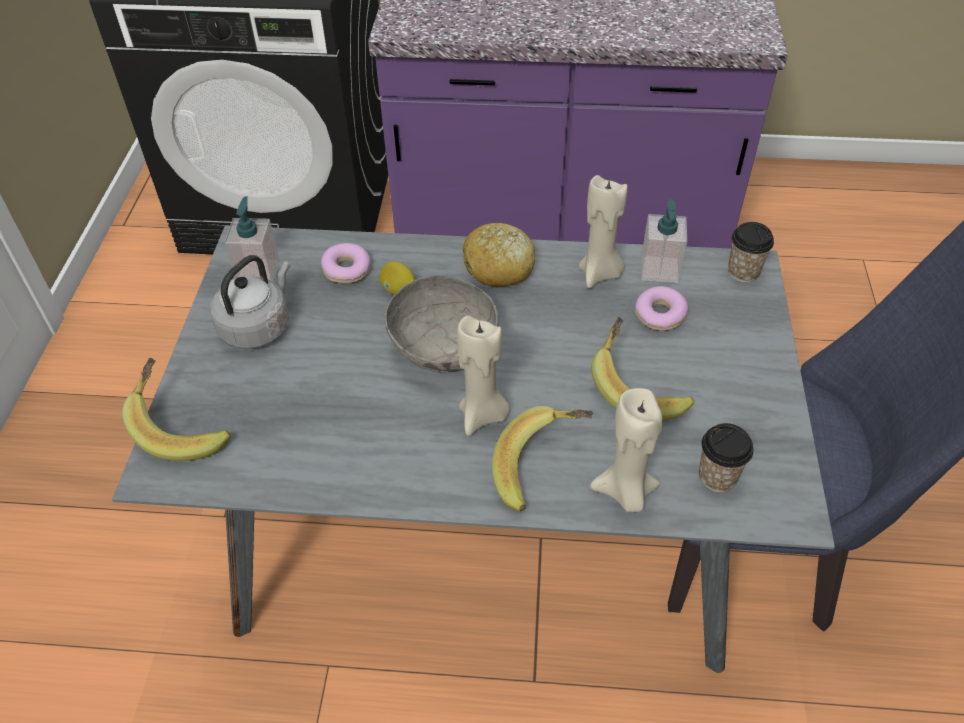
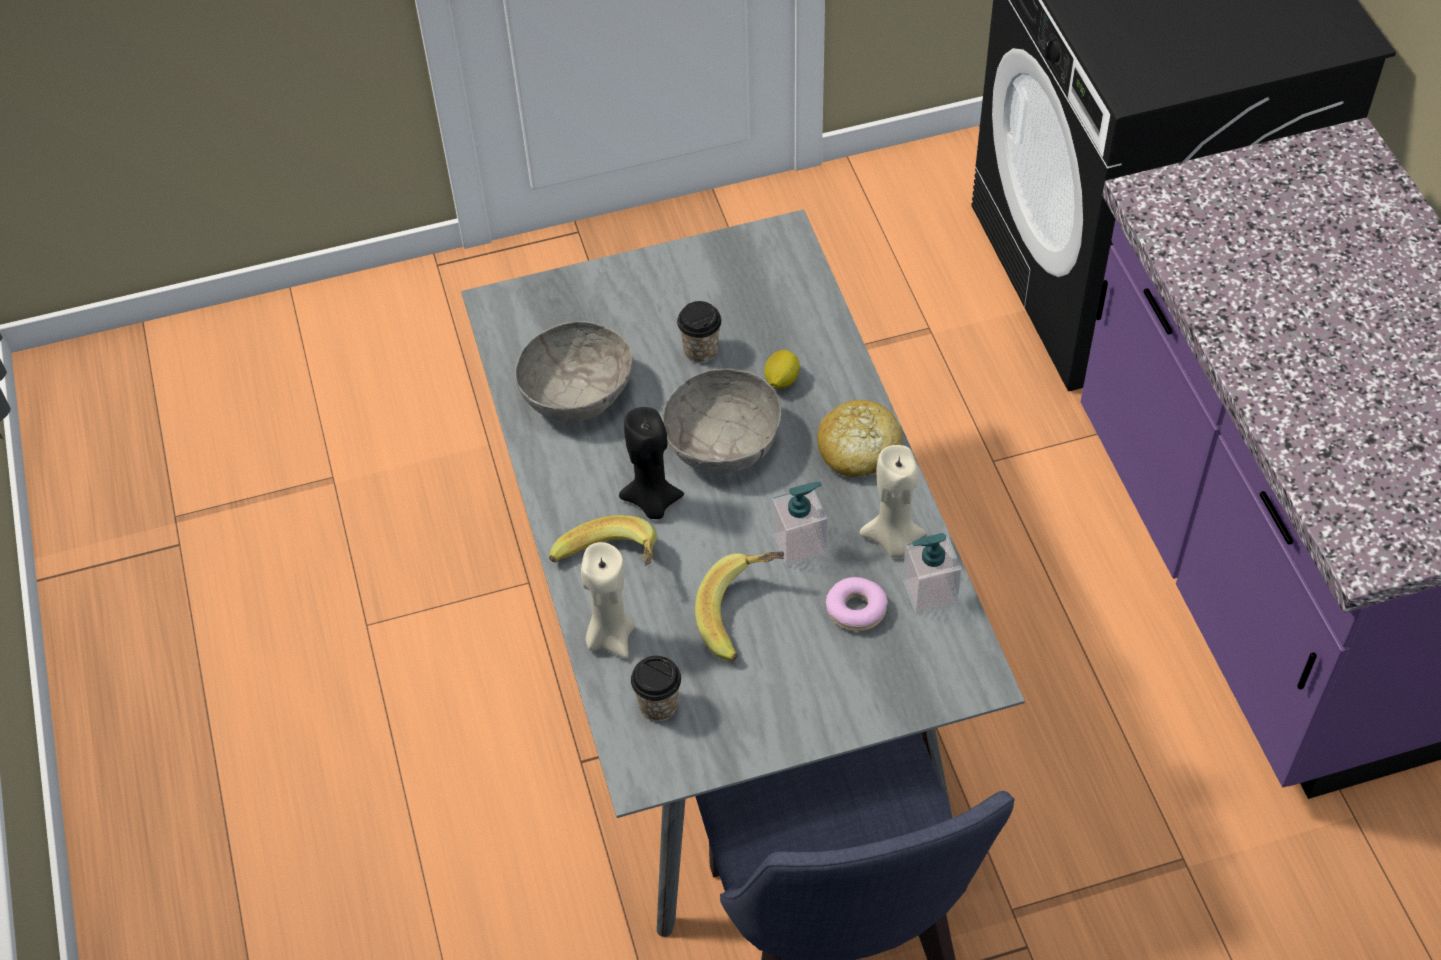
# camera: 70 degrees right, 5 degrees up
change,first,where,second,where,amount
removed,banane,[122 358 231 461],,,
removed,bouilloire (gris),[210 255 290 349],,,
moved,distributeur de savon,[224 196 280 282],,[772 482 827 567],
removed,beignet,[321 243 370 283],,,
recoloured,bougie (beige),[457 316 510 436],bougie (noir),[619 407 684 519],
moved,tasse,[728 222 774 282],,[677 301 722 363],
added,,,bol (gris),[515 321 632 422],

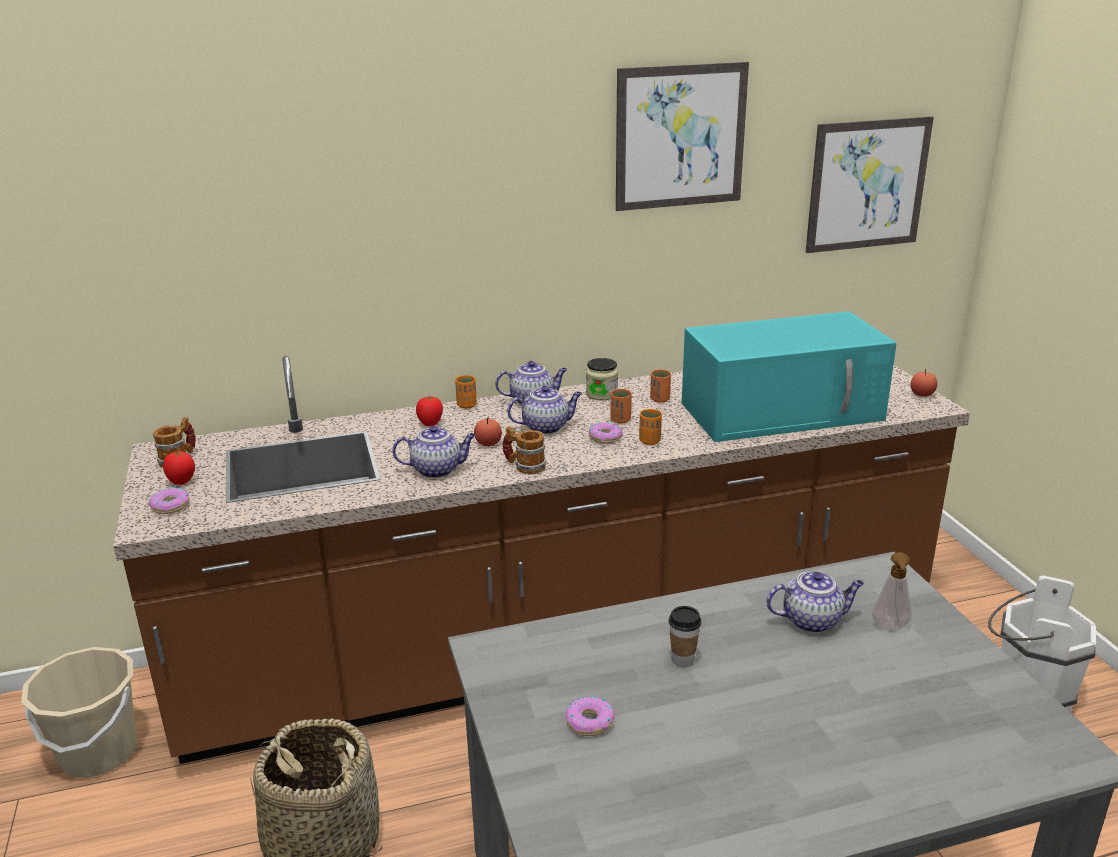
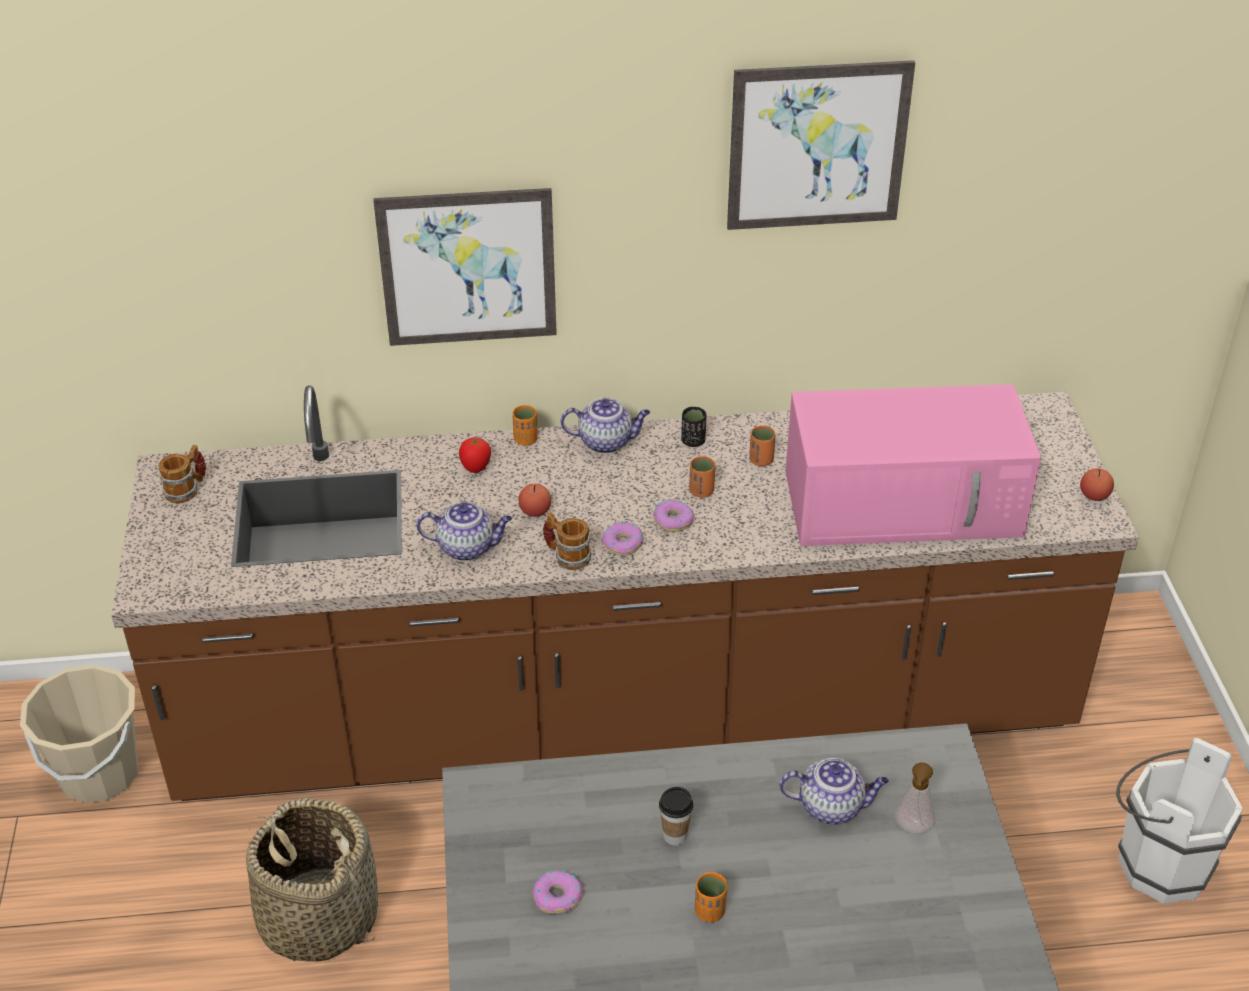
# camera: 10 degrees right, 15 degrees up
change,first,where,second,where,amount
moved,beignet,[149 487 190 514],,[602 521 643 555],
removed,tomate,[163 451 195 485],,,
removed,théière,[507 386 582 434],,,
replaced,bocal,[586 358 618 401],tasse (noir),[681 407 707 447],
moved,tasse (orange),[639 409 662 445],,[695 872 727 922],
recoloured,micro-ondes (turquoise),[682 311 897 442],micro-ondes (rose),[785 384 1041 546],
moved,tableau,[806 116 934 253],,[373 188 557 346],

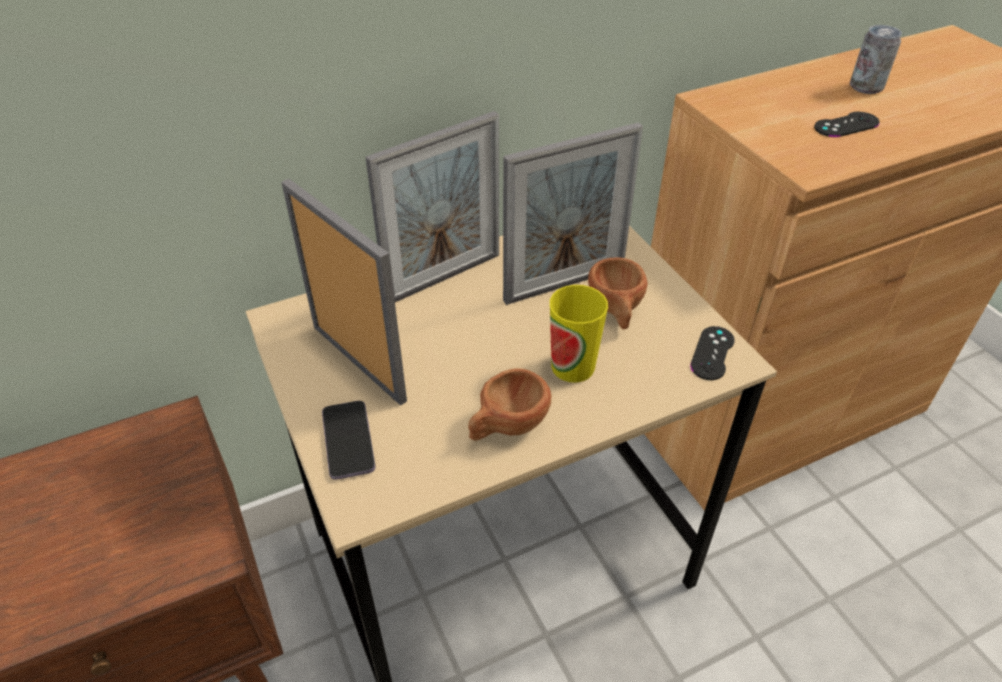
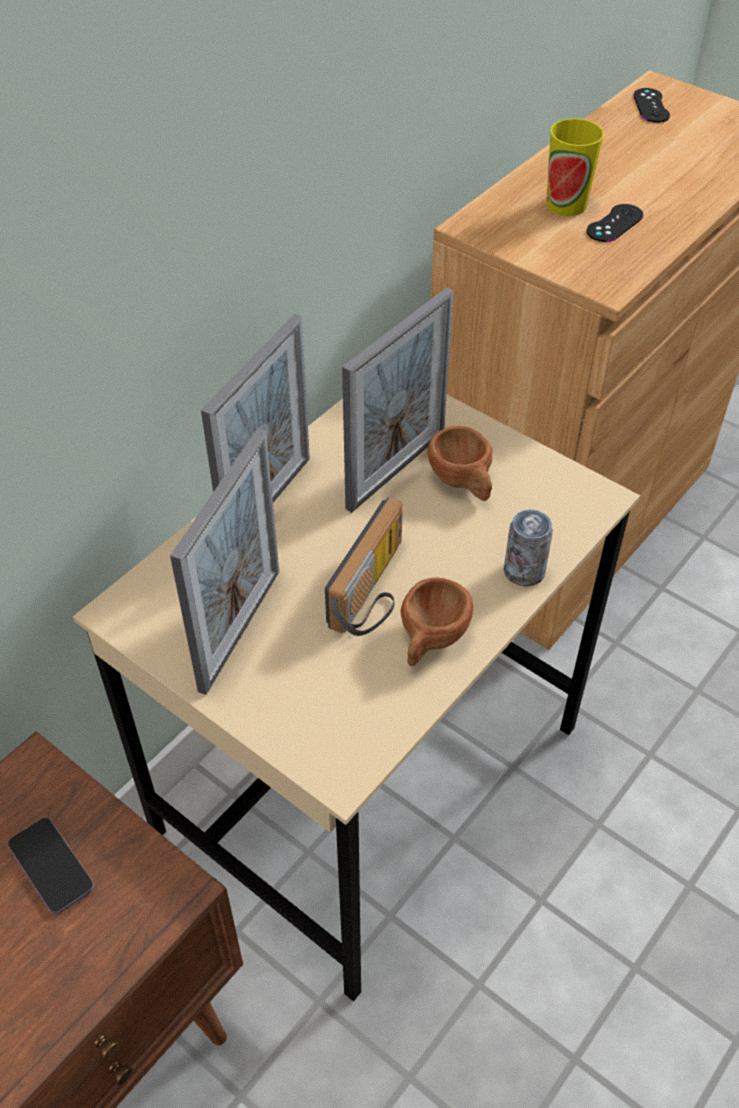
# camera: 25 degrees left, 5 degrees up
change,first,where,second,where,amount
turned,cadre photo,[281 179 407 406],,[170 428 279 695],90 degrees clockwise
moved,téléphone,[322 401 376 480],,[8 817 94 914],
moved,tasse,[550 285 608 383],,[546 118 604 216],
moved,manette (noir),[690 326 735 380],,[633 88 670 123],
moved,boîte métallique,[850 25 902 94],,[504 509 553 587],
added,,,radio,[325 497 403 636],

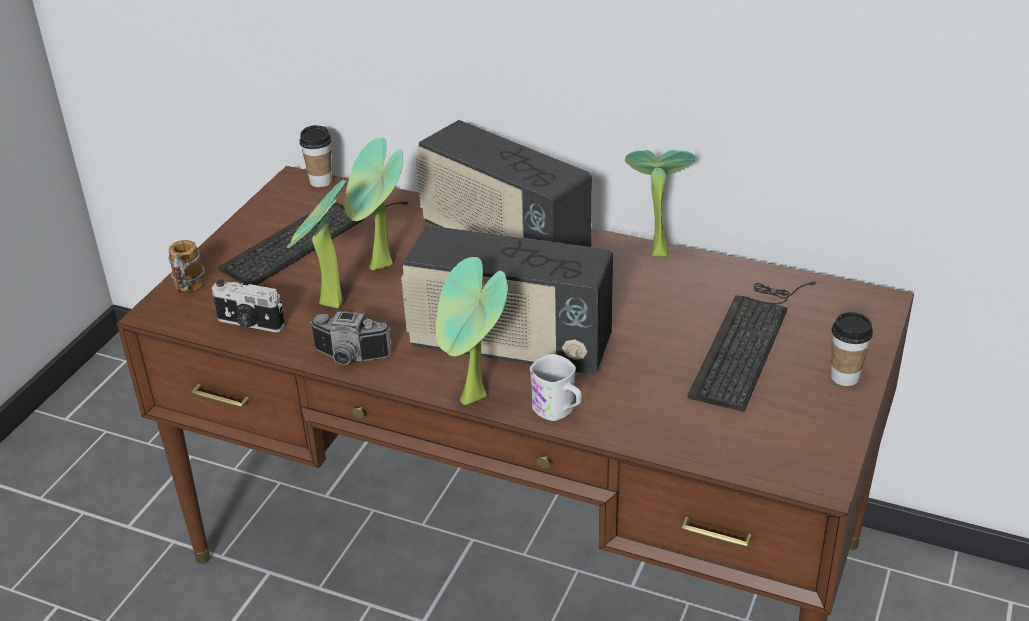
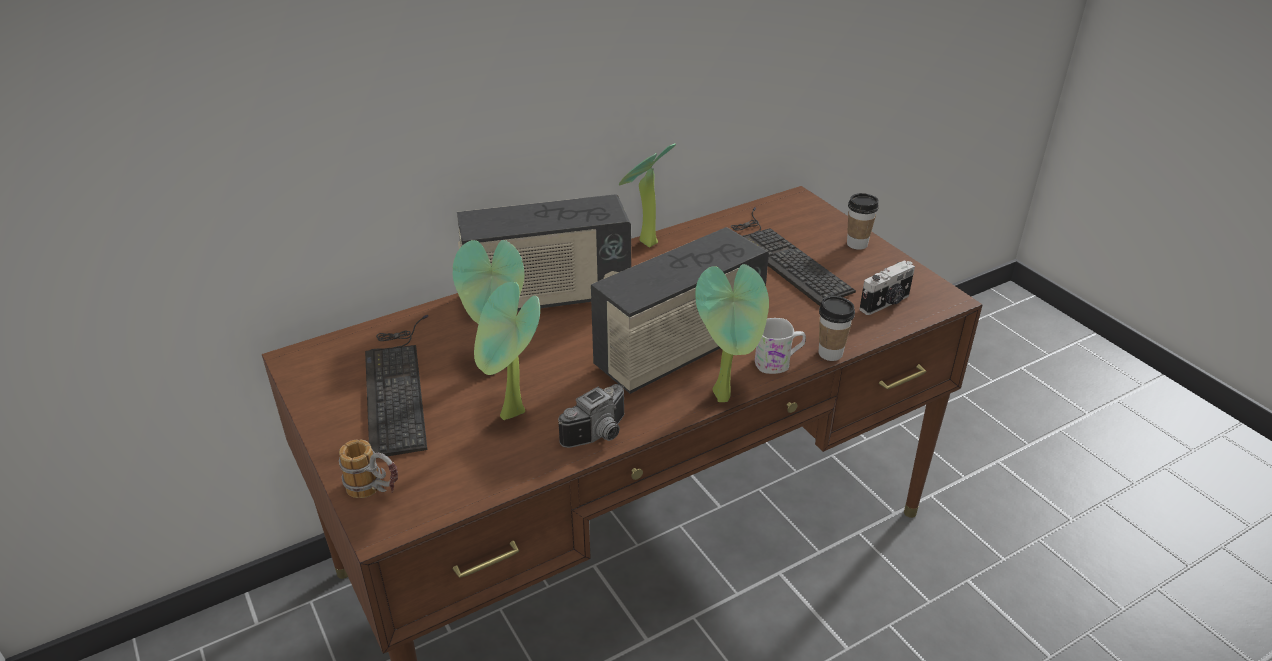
# camera: 55 degrees left, 0 degrees up
change,first,where,second,where,amount
moved,appareil photo,[212 280 285 333],,[859 260 915 315],
moved,tasse,[300 125 332 187],,[819 296 855 361],

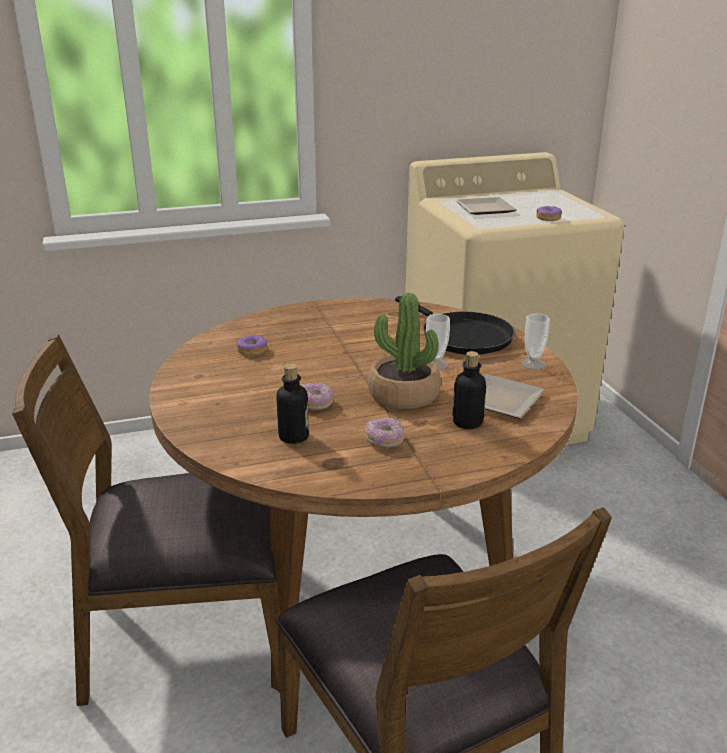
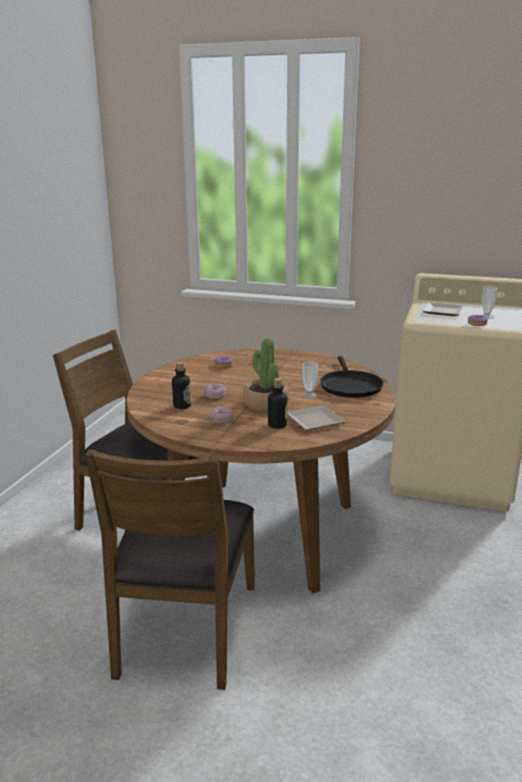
# camera: 35 degrees right, 5 degrees down
change,first,where,second,where,amount
moved,tasse,[521 314 550 369],,[482 286 497 319],

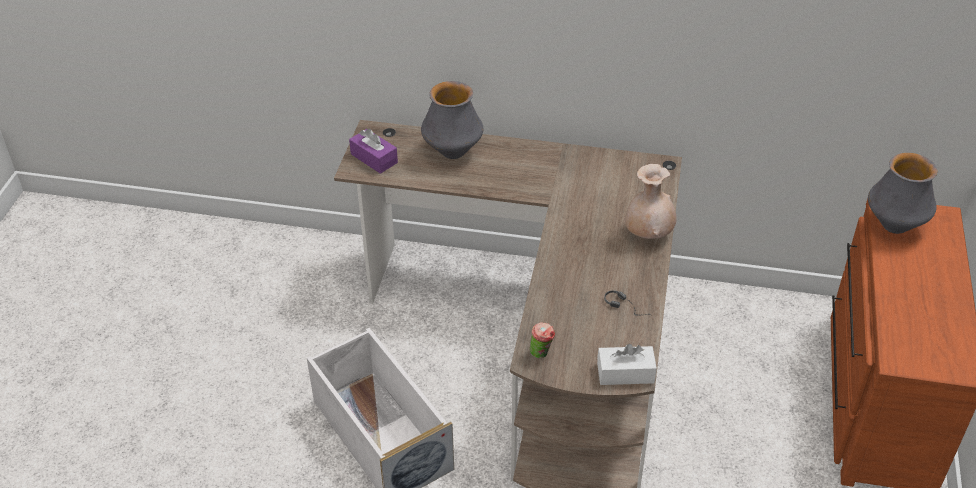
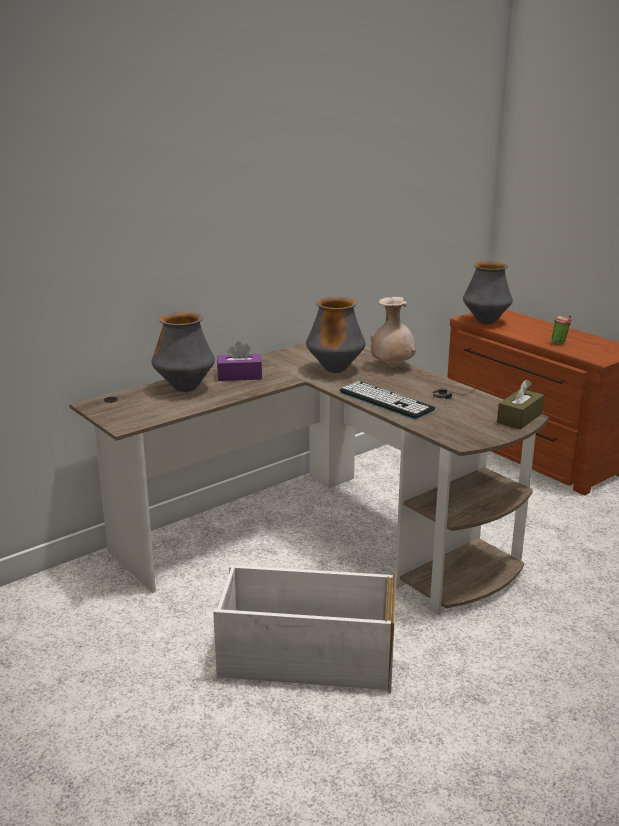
# camera: 50 degrees left, 20 degrees down
change,first,where,second,where,amount
moved,boîte à mouchoirs (violet),[349 128 398 174],,[217 341 262 381],
moved,tasse,[530 322 555 359],,[551 315 572 344],
recoloured,boîte à mouchoirs (blanc),[597 344 657 385],boîte à mouchoirs (marron),[497 380 544 429],
added,,,vase,[306 297 366 373],
added,,,clavier,[339 381 435 419],

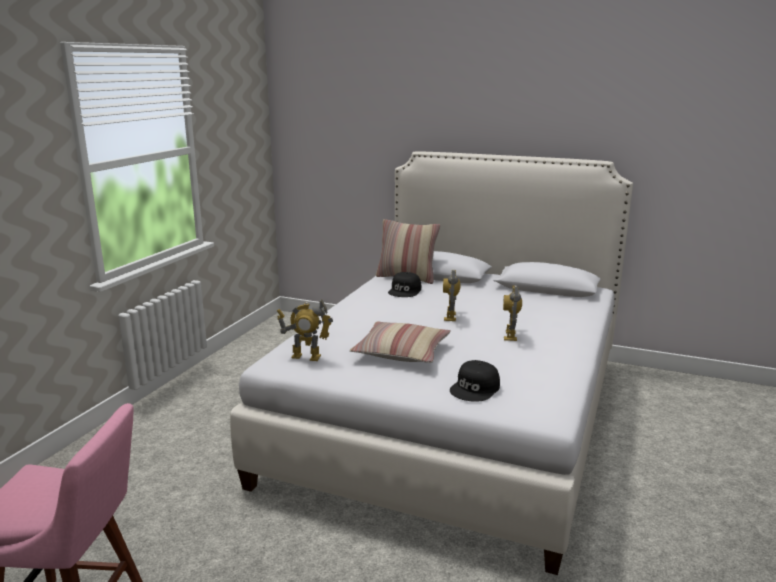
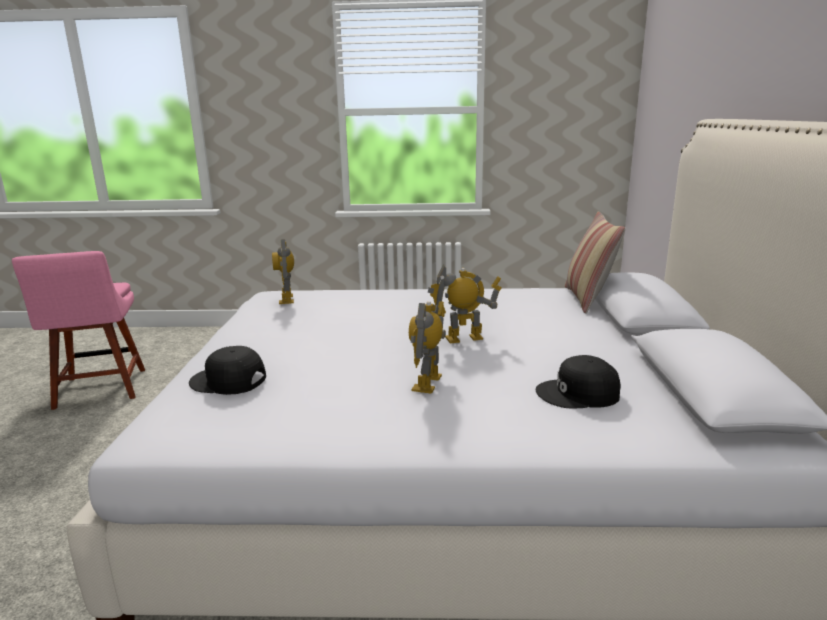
# camera: 70 degrees right, 0 degrees up
change,first,where,second,where,amount
removed,coussin,[350 321 451 363],,,
moved,casquette (noir),[388 272 421 297],,[536 355 620 409],
turned,robot jouet,[503 285 522 341],,[409 301 446 394],60 degrees counterclockwise

